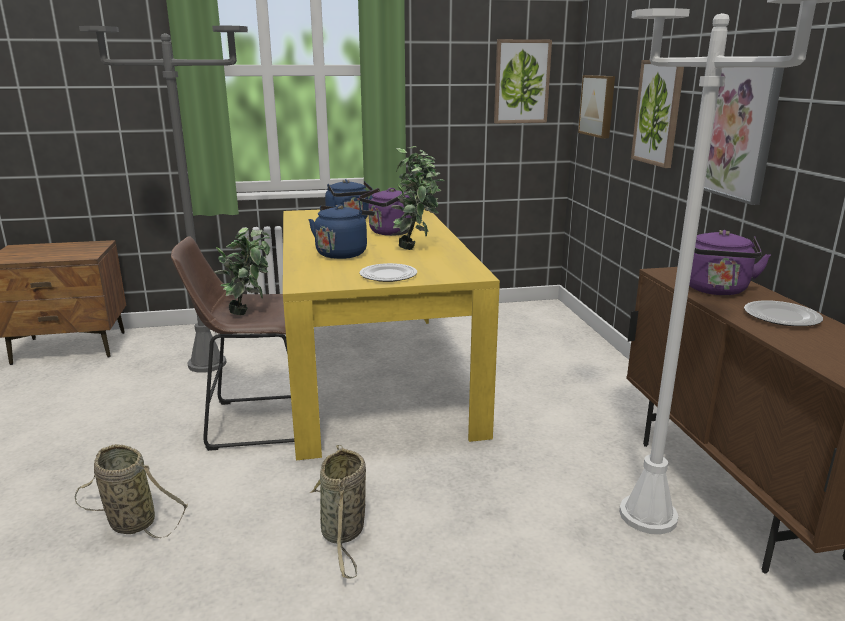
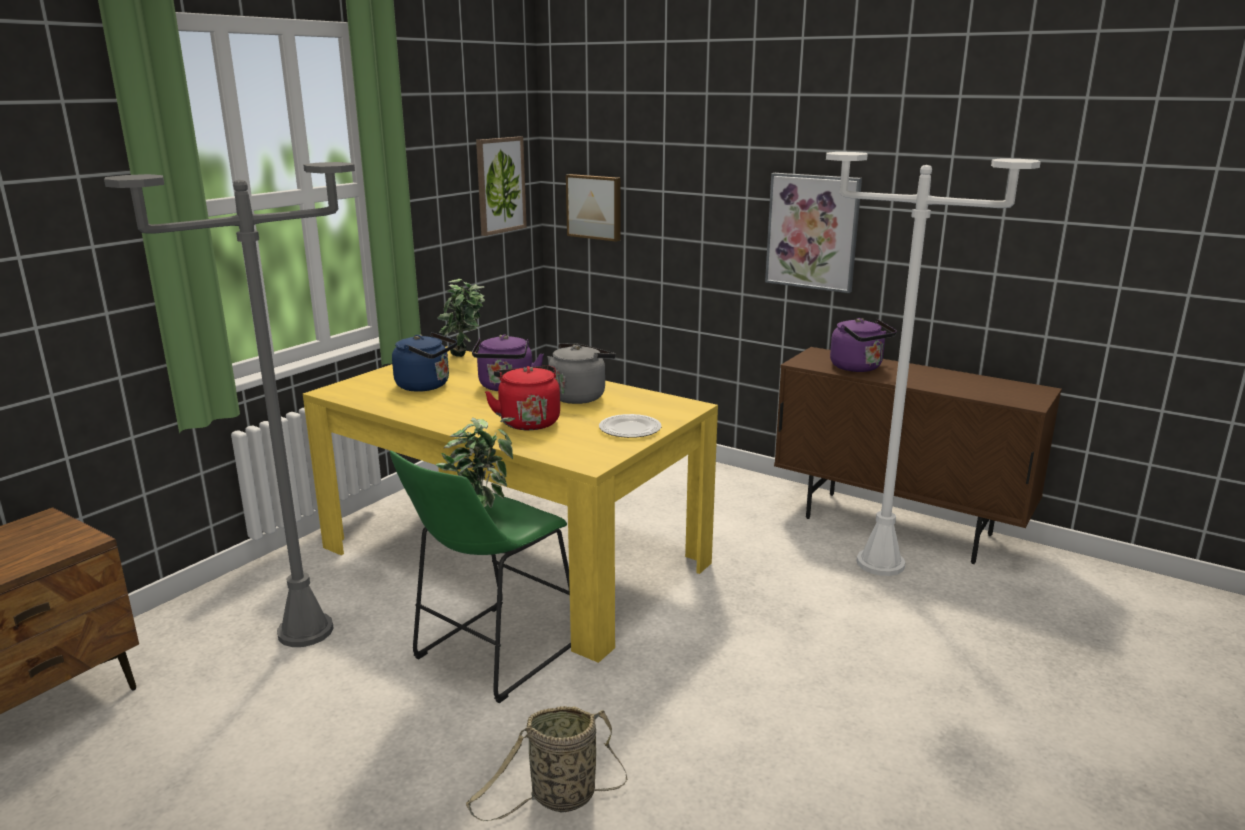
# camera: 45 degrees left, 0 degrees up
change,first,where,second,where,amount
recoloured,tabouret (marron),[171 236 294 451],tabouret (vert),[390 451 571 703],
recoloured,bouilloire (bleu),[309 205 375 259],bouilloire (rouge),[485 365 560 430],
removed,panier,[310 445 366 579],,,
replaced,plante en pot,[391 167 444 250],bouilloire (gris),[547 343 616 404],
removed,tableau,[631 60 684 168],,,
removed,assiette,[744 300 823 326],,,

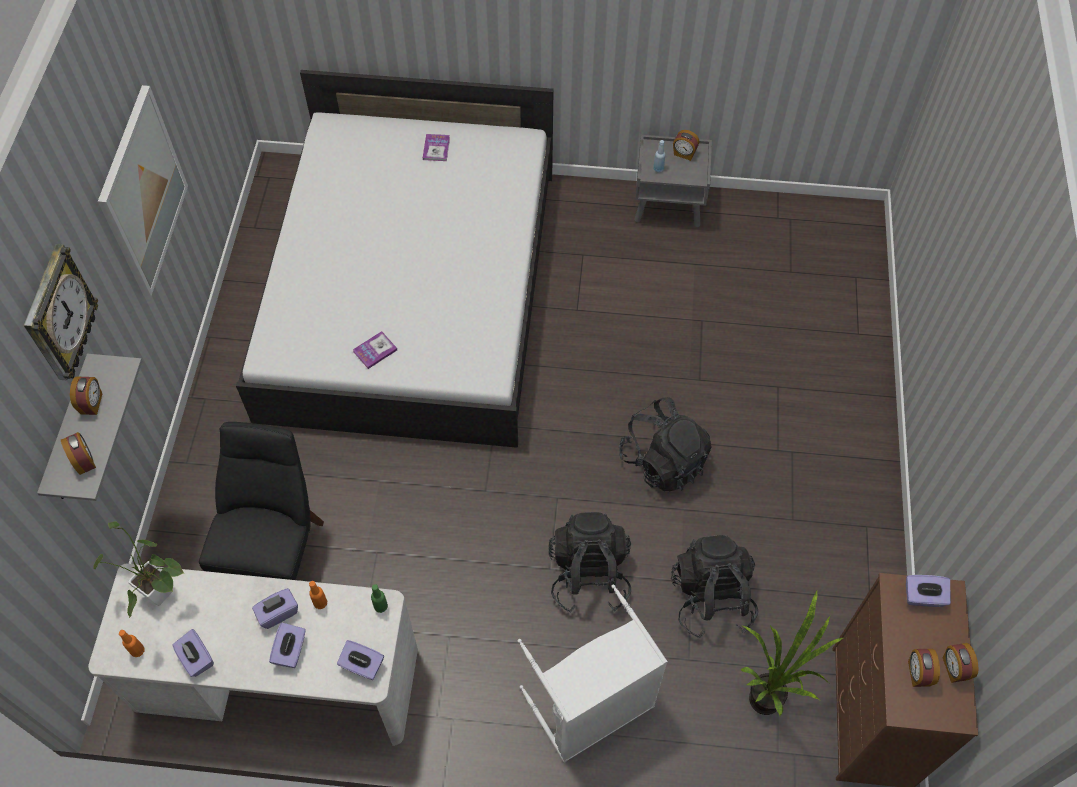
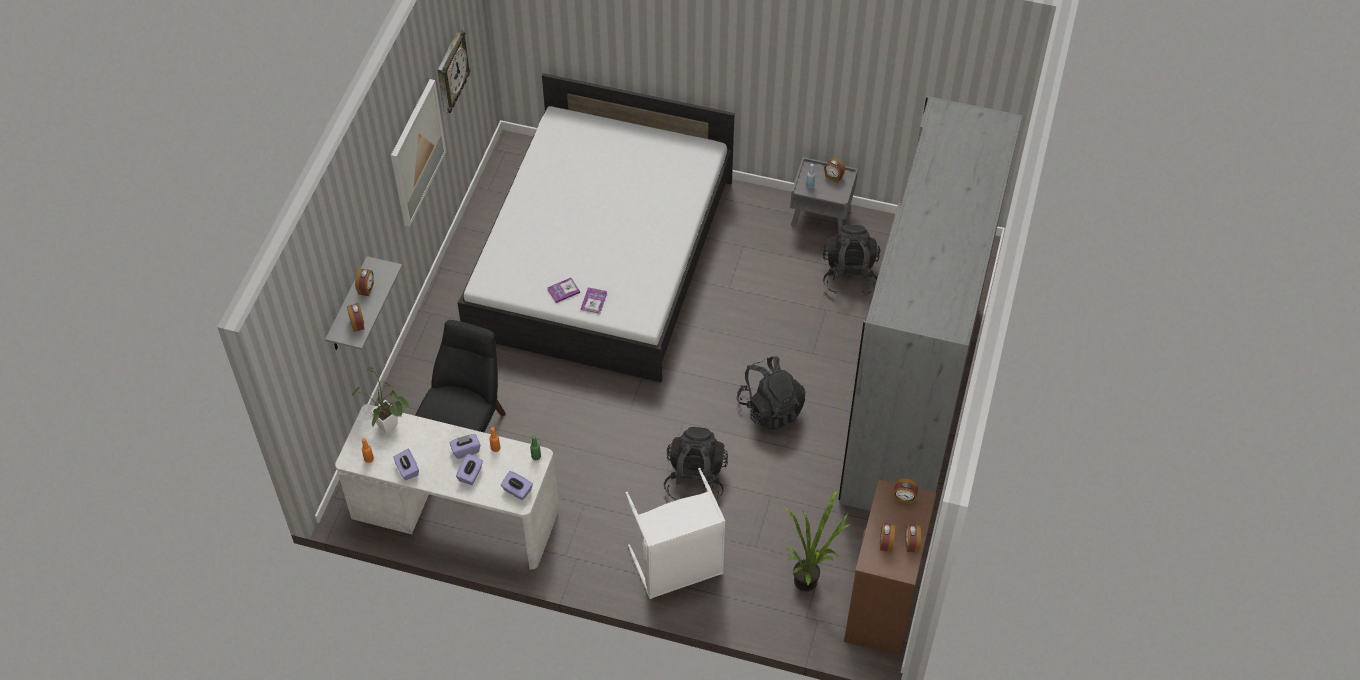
# camera: 10 degrees right, 5 degrees down
change,first,where,second,where,amount
moved,horloge murale,[23 244 98 380],,[437 29 471 113],
moved,livre,[423 134 450 161],,[581 287 607 314],
moved,sac à dos (noir),[671 535 758 639],,[823 225 880 295],
replaced,boîte à mouchoirs (violet),[906 575 951 607],réveil,[894 479 918 504],
added,,,armoire (gris),[838 96 1022 511],

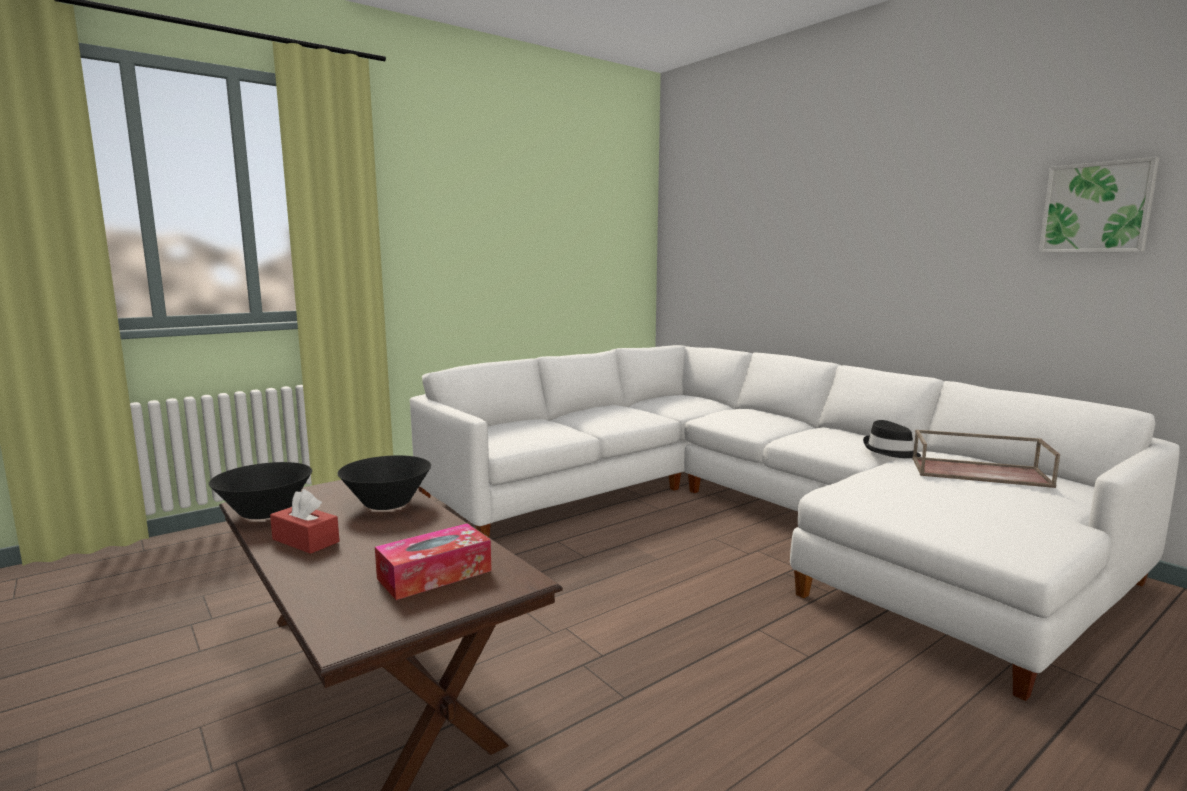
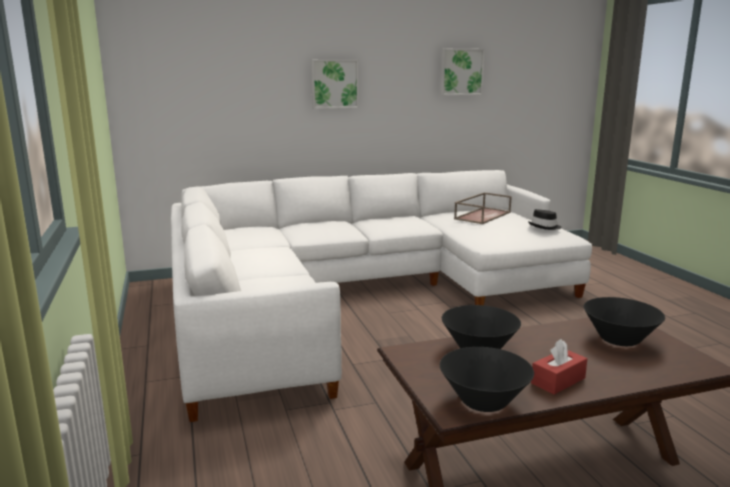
# camera: 70 degrees left, 5 degrees up
change,first,where,second,where,amount
replaced,boîte à mouchoirs,[375 523 492 600],bol (noir),[584 297 665 346],
moved,chapeau (noir),[863 420 921 458],,[528 209 561 230],
added,,,tableau,[311 59 359 109],

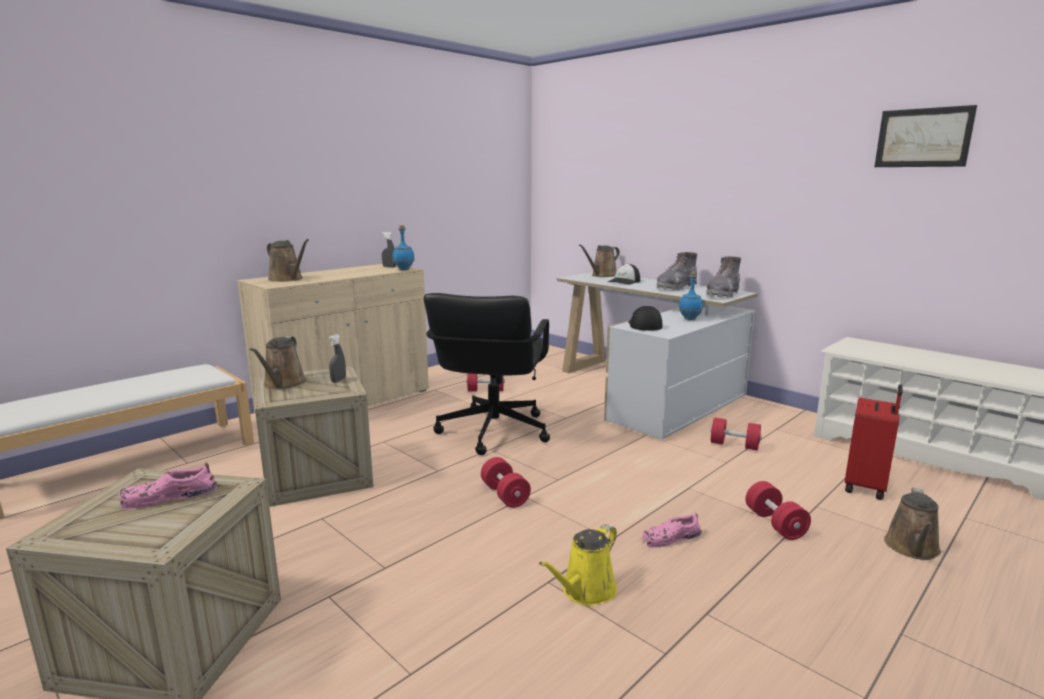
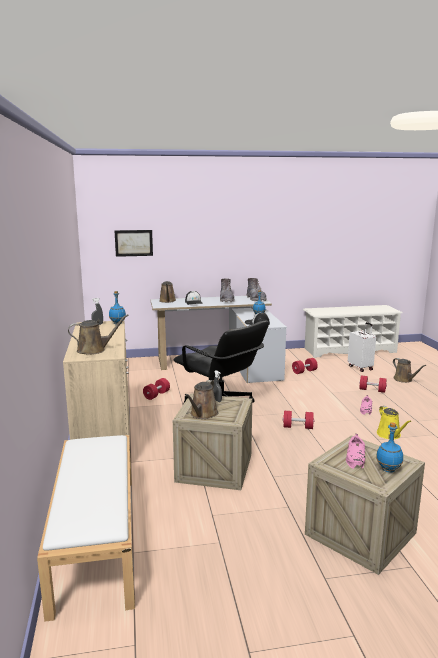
# camera: 55 degrees left, 0 degrees up
change,first,where,second,where,amount
turned,arrosoir (marron),[250 336 306 389],,[185 380 218 419],75 degrees clockwise
recoloured,valise (rouge),[845 384 903 500],valise (blanc),[348 322 376 372],
moved,tableau,[874 105 977 167],,[114 230 153 257],
added,,,bouteille (bleu),[376 422 403 473],

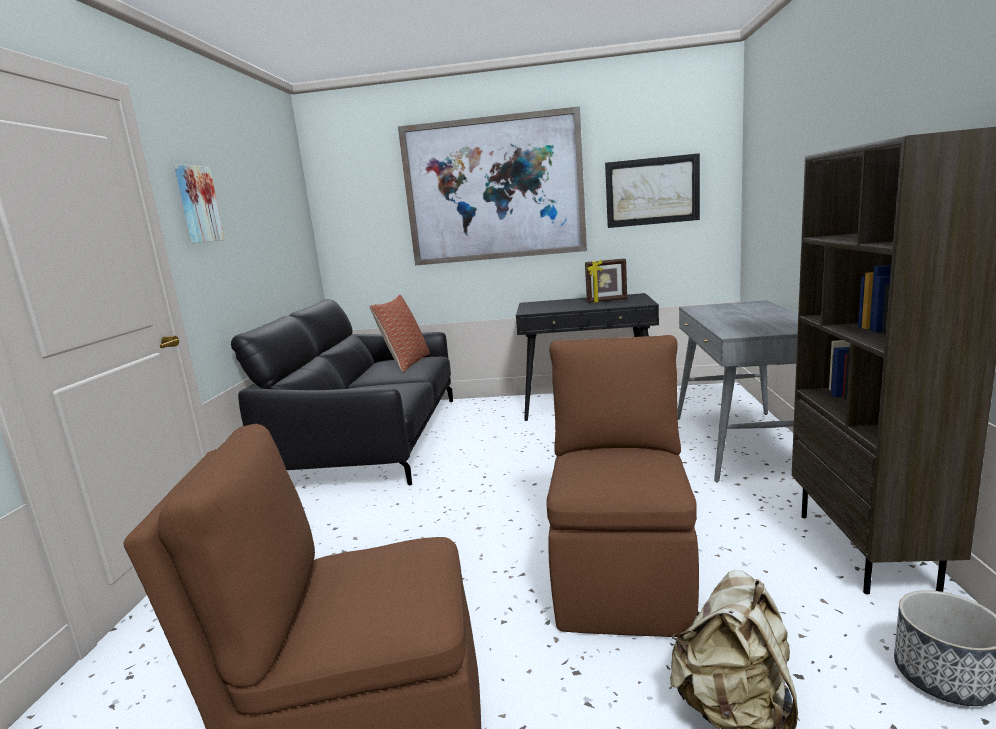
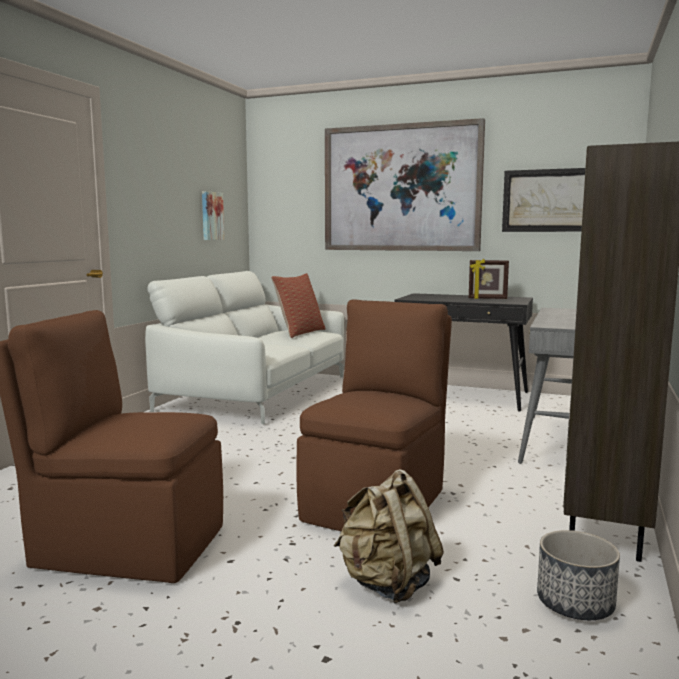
# camera: 15 degrees right, 5 degrees down
change,first,where,second,where,amount
moved,tableau,[174 164 225 243],,[202 191 224 240],
recoloured,canapé (noir),[231 299 453 485],canapé (blanc),[145 271 344 424],

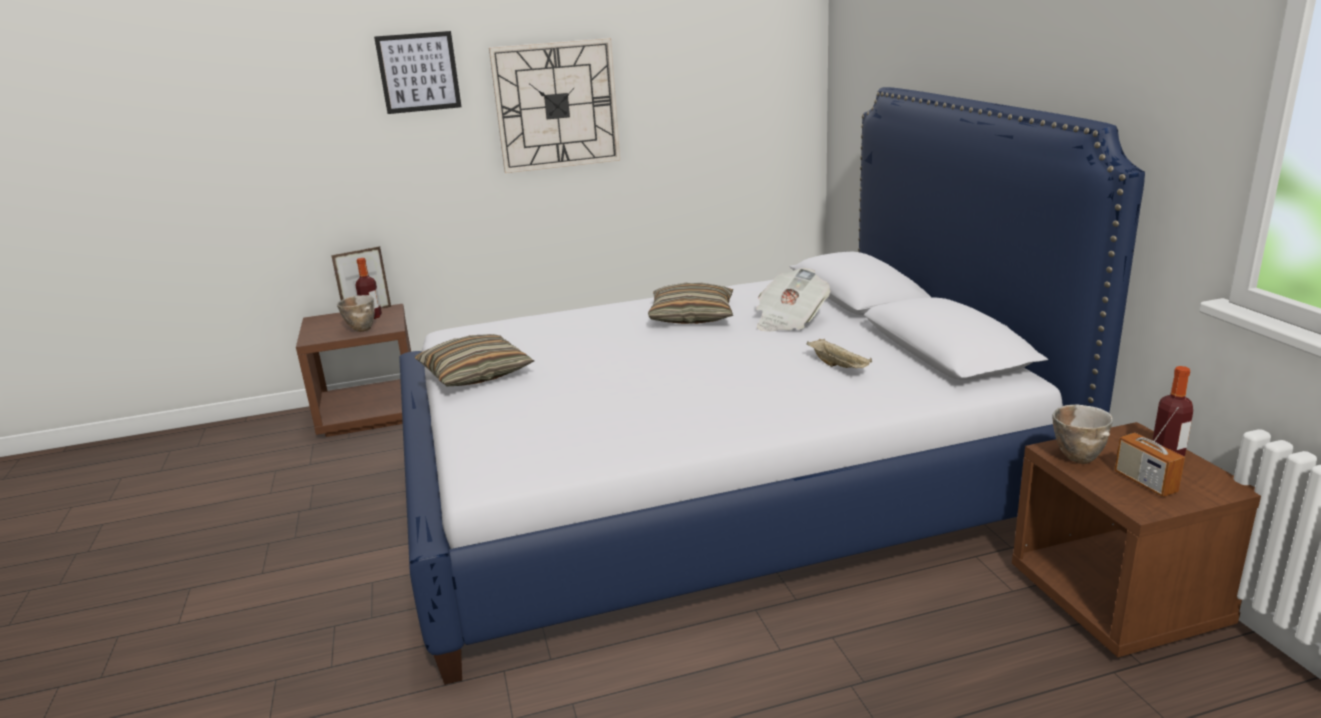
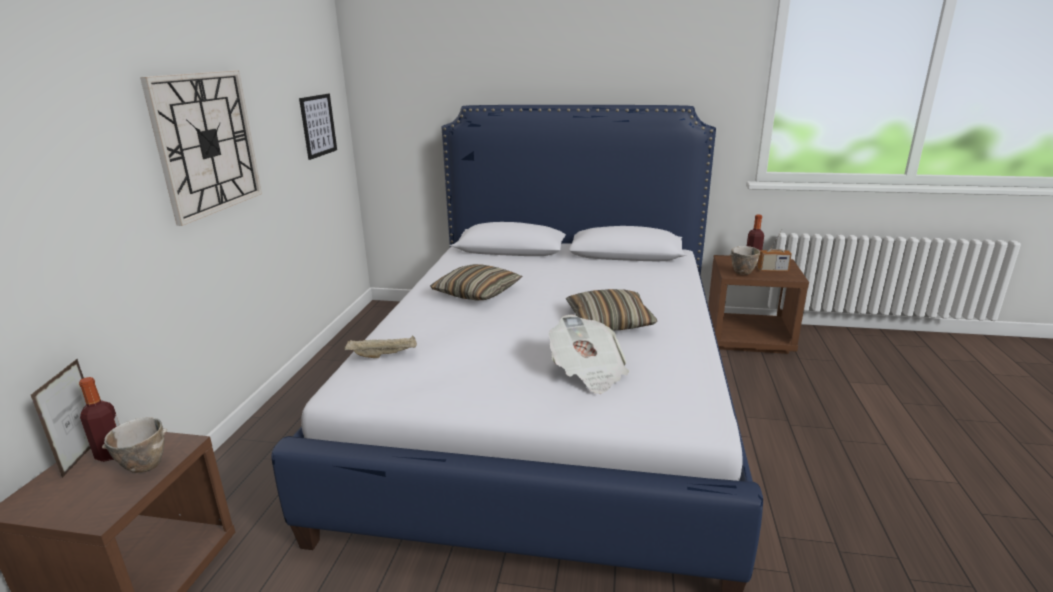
# camera: 65 degrees left, 0 degrees up
change,first,where,second,where,amount
moved,tableau,[374 31 462 114],,[299 94 337 160],
moved,coussin,[415 334 534 386],,[566 289 657 330],
moved,journal,[756 268 830 332],,[548 315 629 394],
moved,plateau (beige),[807 339 872 368],,[345 336 417 358],

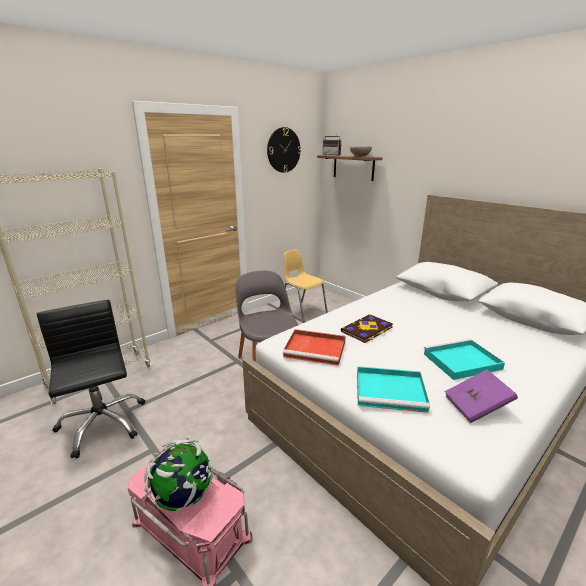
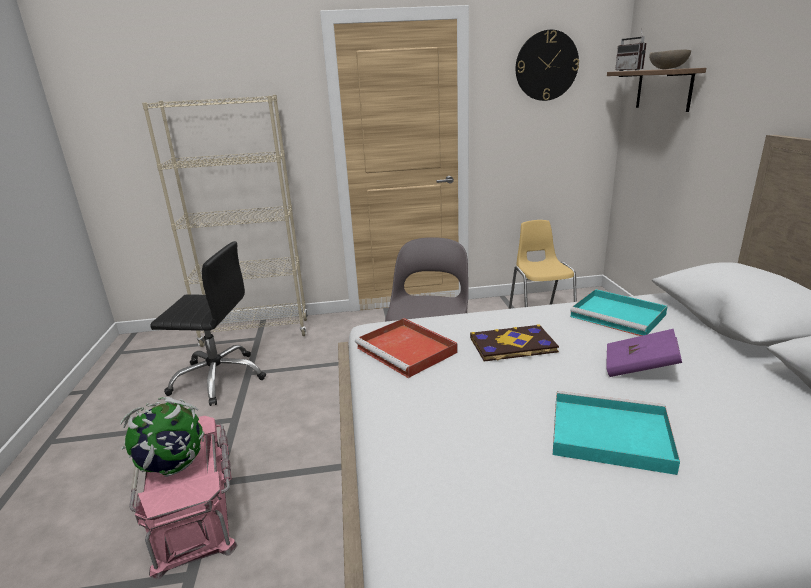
# camera: 35 degrees right, 0 degrees up
change,first,where,second,where,amount
turned,chaise de bureau (noir),[37 300 145 459],,[150 241 266 406],90 degrees clockwise
moved,plateau (turquoise),[357 366 430 413],,[570 289 668 336],
moved,livre (violet),[444 369 518 423],,[606 329 682 377],

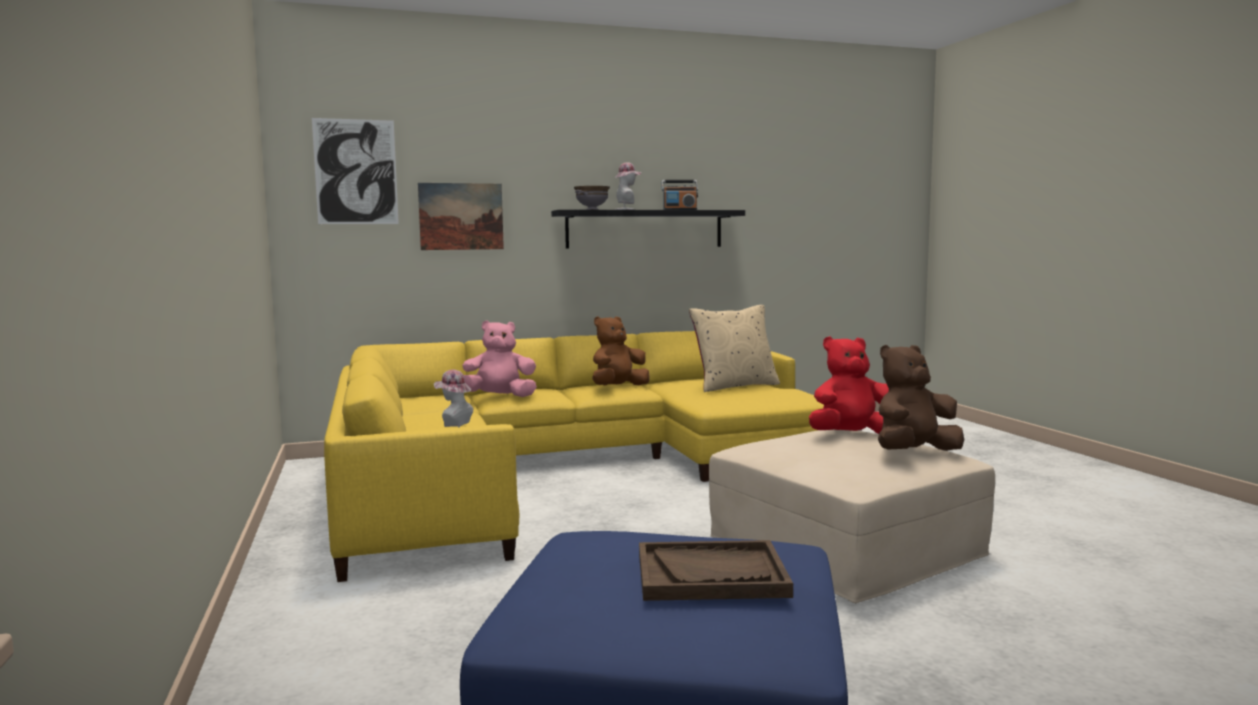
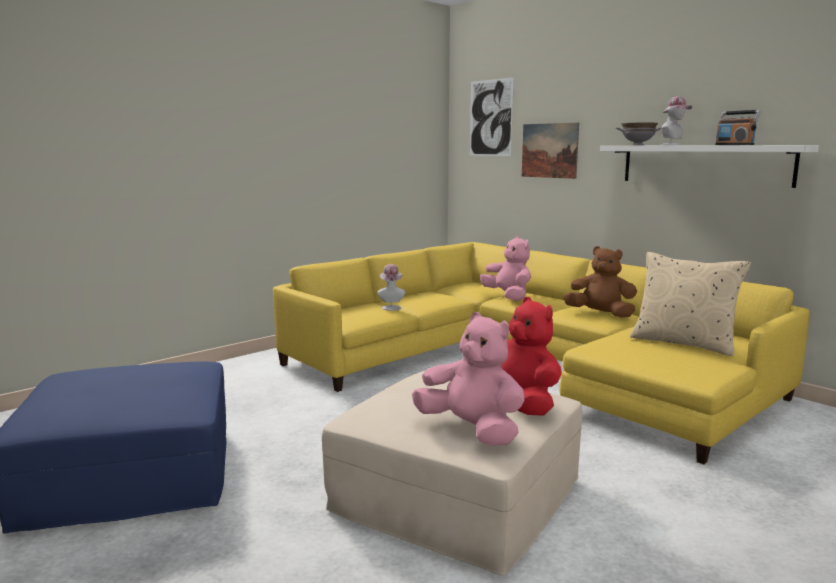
# camera: 65 degrees right, 5 degrees up
change,first,where,second,where,amount
recoloured,étagère (noir),[551 210 745 248],étagère (blanc),[600 145 819 188],
removed,plateau (marron),[639 540 793 601],,,
recoloured,peluche (marron),[878 345 964 451],peluche (rose),[412 312 524 446],

